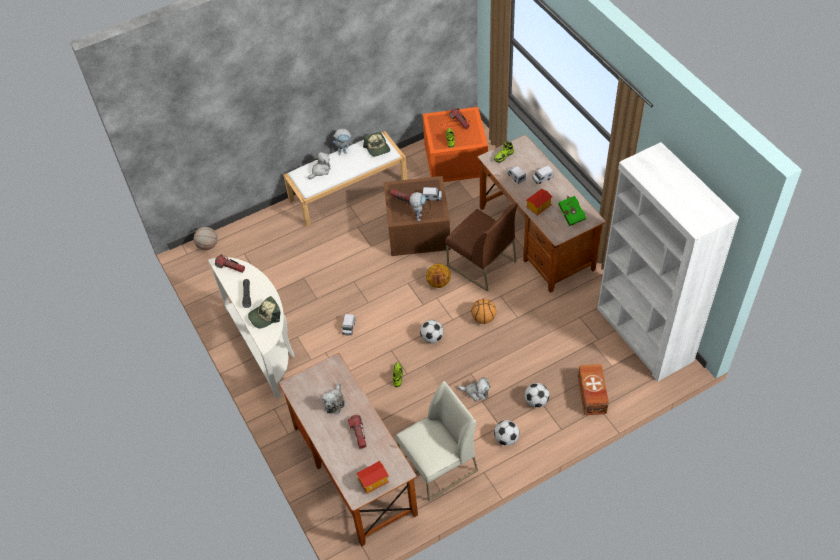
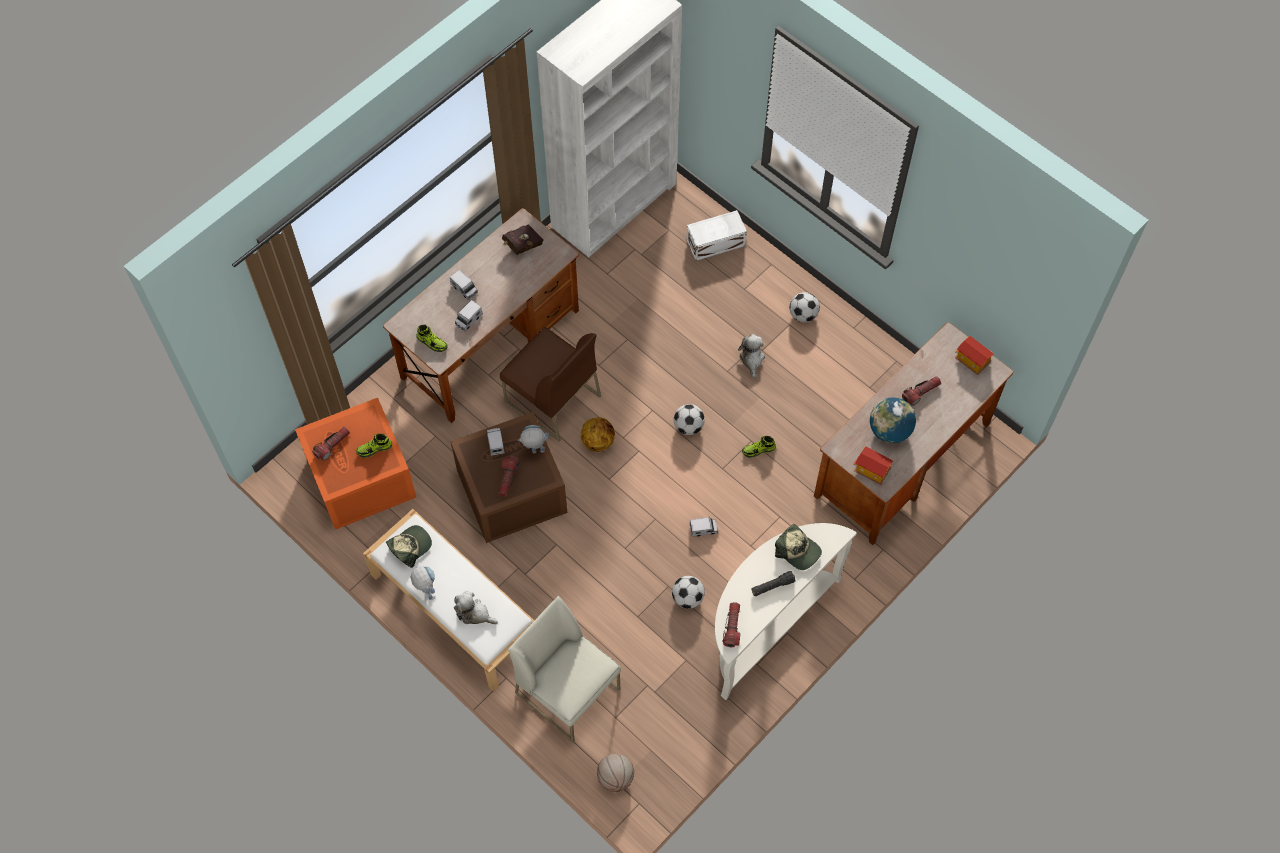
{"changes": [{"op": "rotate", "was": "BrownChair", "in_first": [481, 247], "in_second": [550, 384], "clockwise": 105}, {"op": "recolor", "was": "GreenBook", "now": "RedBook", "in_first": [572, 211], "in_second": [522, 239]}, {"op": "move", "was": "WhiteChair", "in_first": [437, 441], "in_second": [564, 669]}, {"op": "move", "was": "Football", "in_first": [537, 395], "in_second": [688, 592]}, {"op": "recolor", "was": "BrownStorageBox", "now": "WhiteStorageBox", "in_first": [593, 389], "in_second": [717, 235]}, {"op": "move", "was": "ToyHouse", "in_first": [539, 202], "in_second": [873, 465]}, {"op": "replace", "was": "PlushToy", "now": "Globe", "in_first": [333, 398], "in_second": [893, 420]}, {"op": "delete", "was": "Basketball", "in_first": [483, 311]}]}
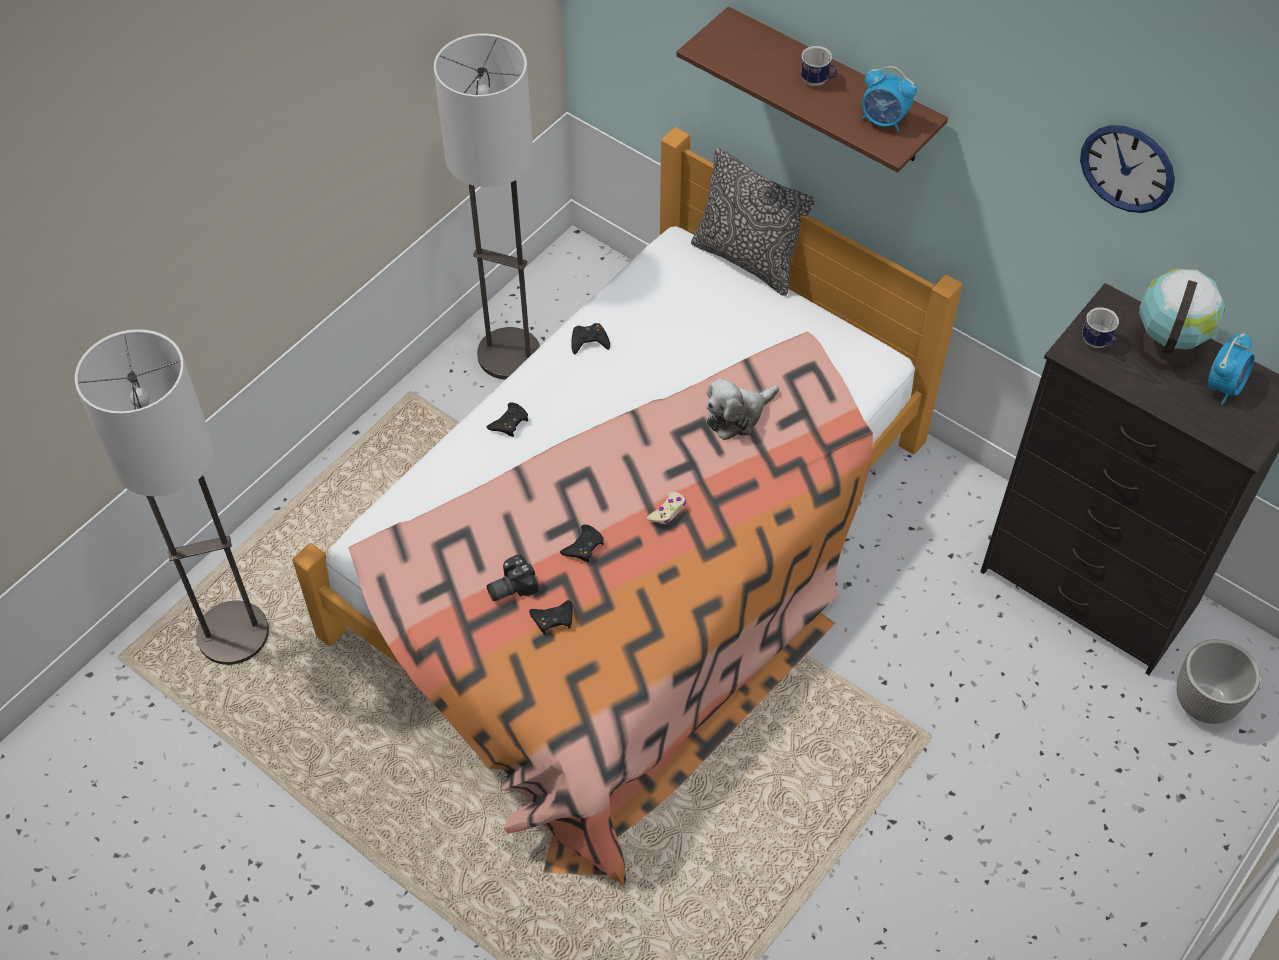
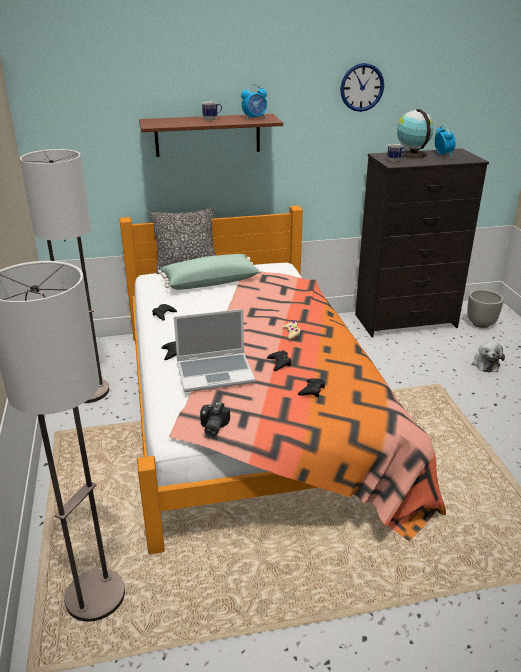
{"changes": [{"op": "insert", "now": "GreenPillow", "in_second": [210, 272]}, {"op": "insert", "now": "Laptop", "in_second": [214, 350]}, {"op": "move", "was": "PhotoCamera", "in_first": [512, 578], "in_second": [215, 419]}, {"op": "move", "was": "PlushToy", "in_first": [742, 409], "in_second": [488, 357]}]}
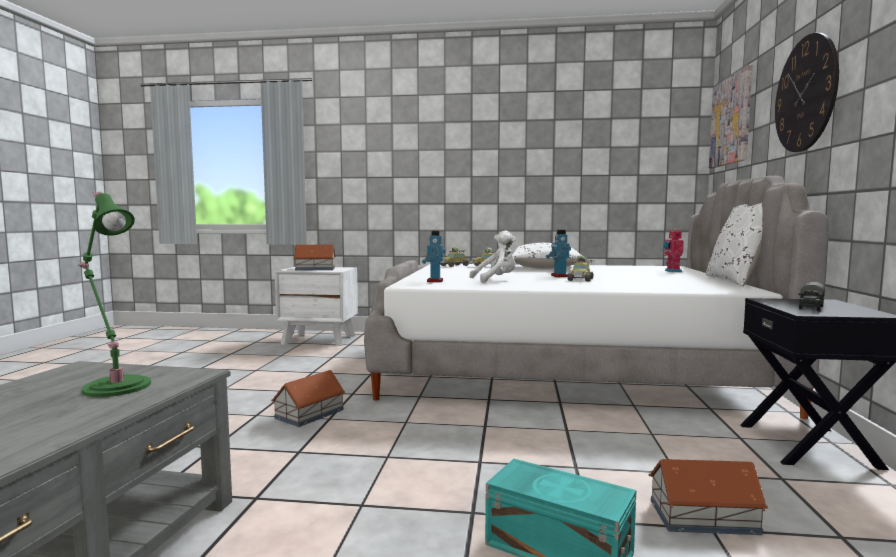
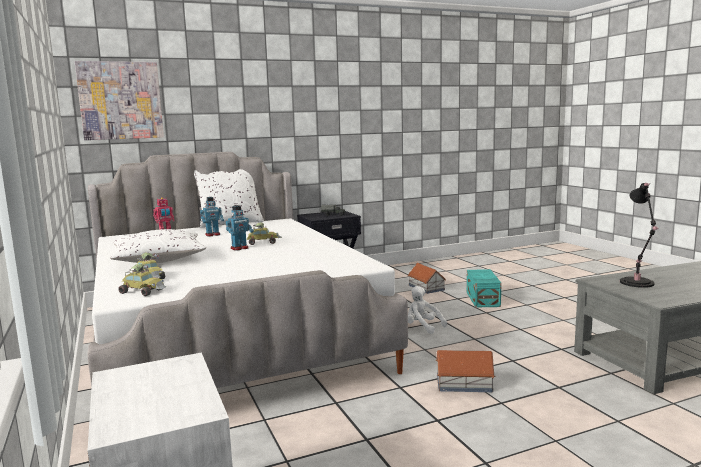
{"changes": [{"op": "move", "was": "ToyRobot", "in_first": [434, 256], "in_second": [212, 217]}, {"op": "move", "was": "WhitePlushToy", "in_first": [492, 257], "in_second": [427, 310]}, {"op": "recolor", "was": "GreenTableLamp", "now": "BlackTableLamp", "in_first": [115, 294], "in_second": [639, 235]}, {"op": "delete", "was": "ToyHouse", "in_first": [315, 258]}, {"op": "delete", "was": "WallClock", "in_first": [807, 92]}]}
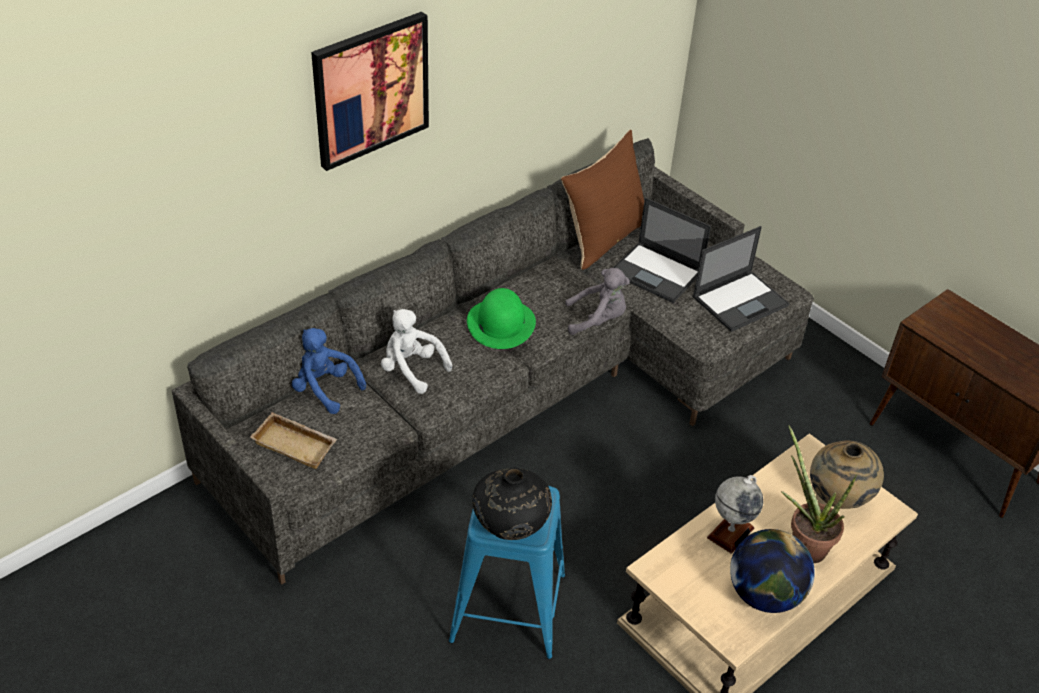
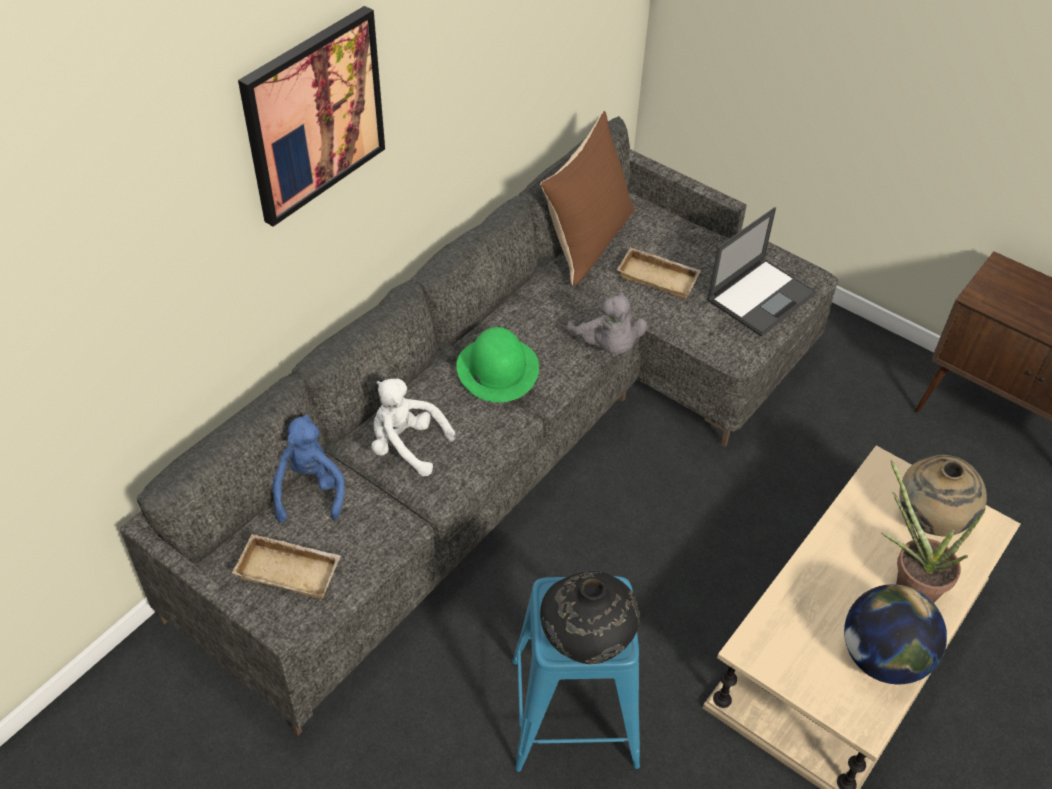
{"changes": [{"op": "rotate", "was": "BluePlushToy", "in_first": [329, 371], "in_second": [308, 469], "clockwise": 60}, {"op": "rotate", "was": "GreyPlushToy", "in_first": [597, 301], "in_second": [607, 323], "clockwise": 75}, {"op": "replace", "was": "Laptop", "now": "BeigeTray", "in_first": [662, 250], "in_second": [659, 273]}, {"op": "delete", "was": "Globe", "in_first": [735, 514]}]}
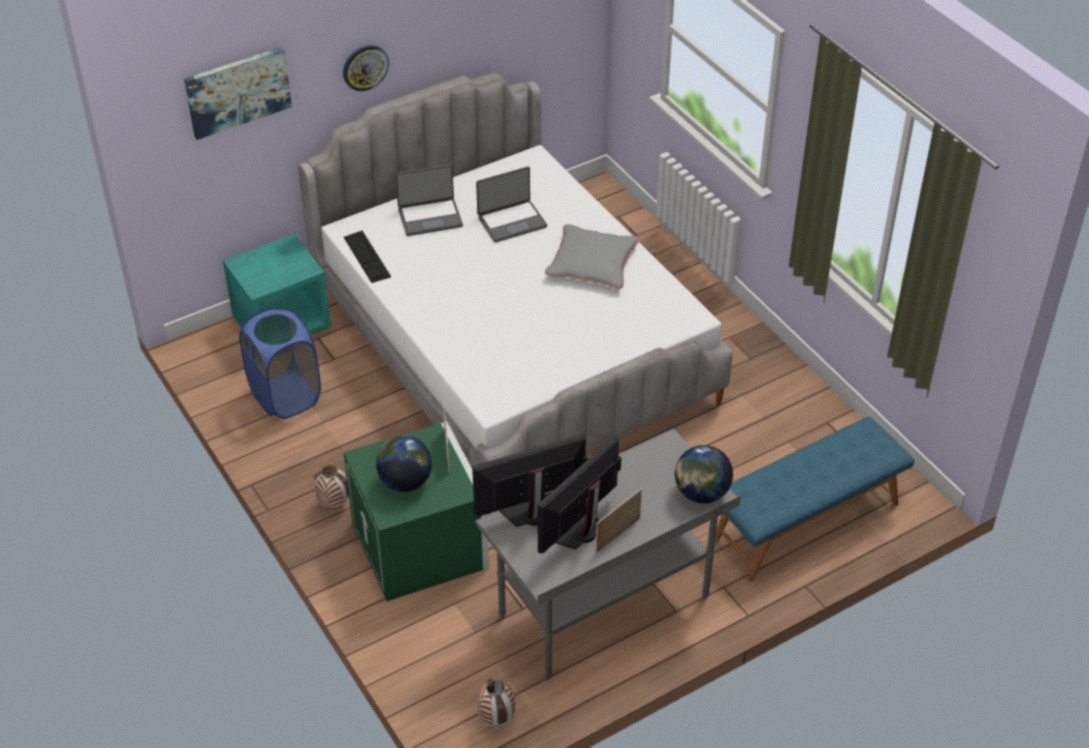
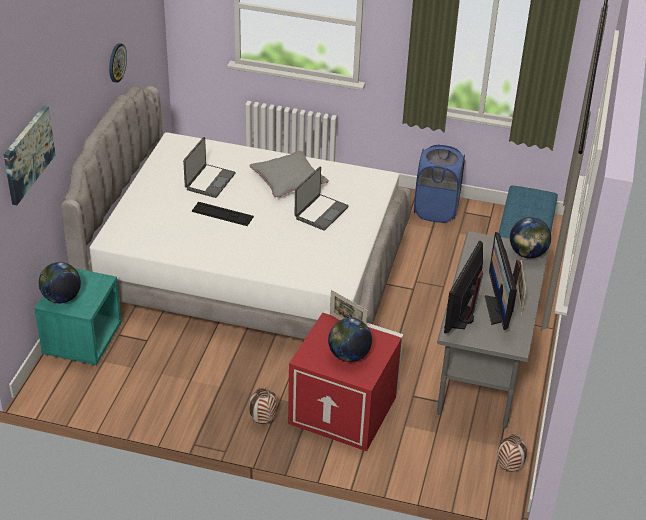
{"changes": [{"op": "insert", "now": "Globe", "in_second": [60, 282]}, {"op": "move", "was": "WallClock", "in_first": [366, 68], "in_second": [118, 63]}, {"op": "move", "was": "Keyboard", "in_first": [367, 257], "in_second": [222, 214]}, {"op": "recolor", "was": "GreenStorageBox", "now": "RedStorageBox", "in_first": [416, 511], "in_second": [346, 380]}, {"op": "move", "was": "Laptop", "in_first": [429, 200], "in_second": [322, 199]}, {"op": "move", "was": "BlueLaundryBasket", "in_first": [280, 363], "in_second": [439, 184]}]}
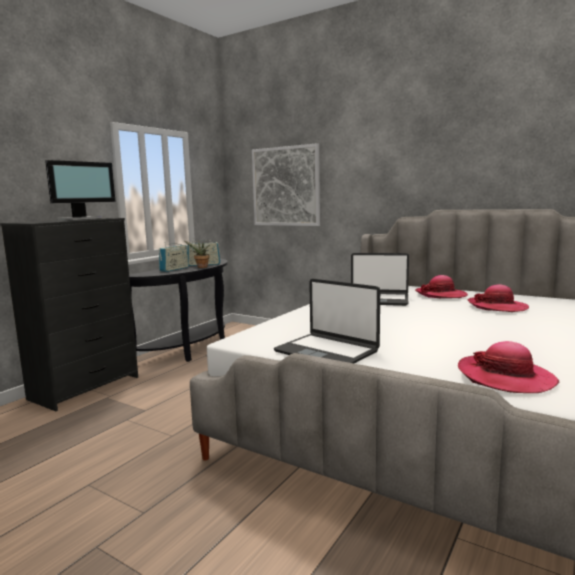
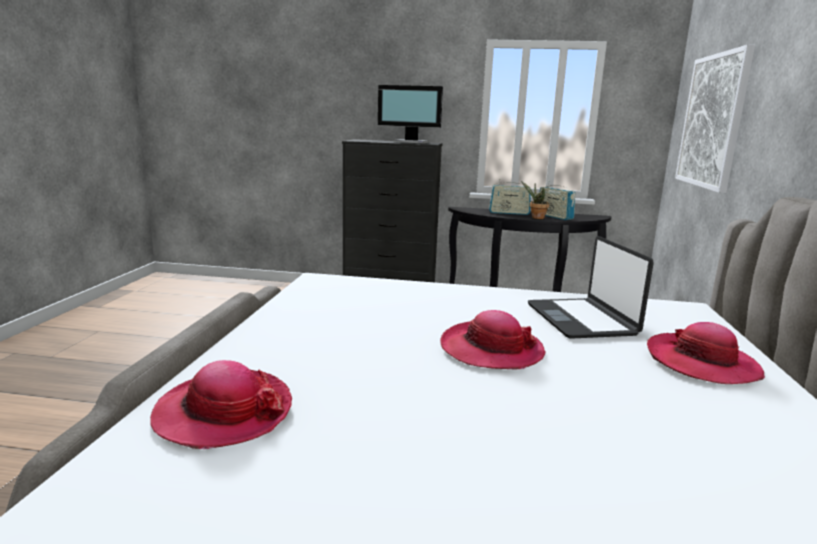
{"changes": [{"op": "move", "was": "Hat", "in_first": [498, 298], "in_second": [493, 340]}, {"op": "delete", "was": "Laptop", "in_first": [327, 321]}]}
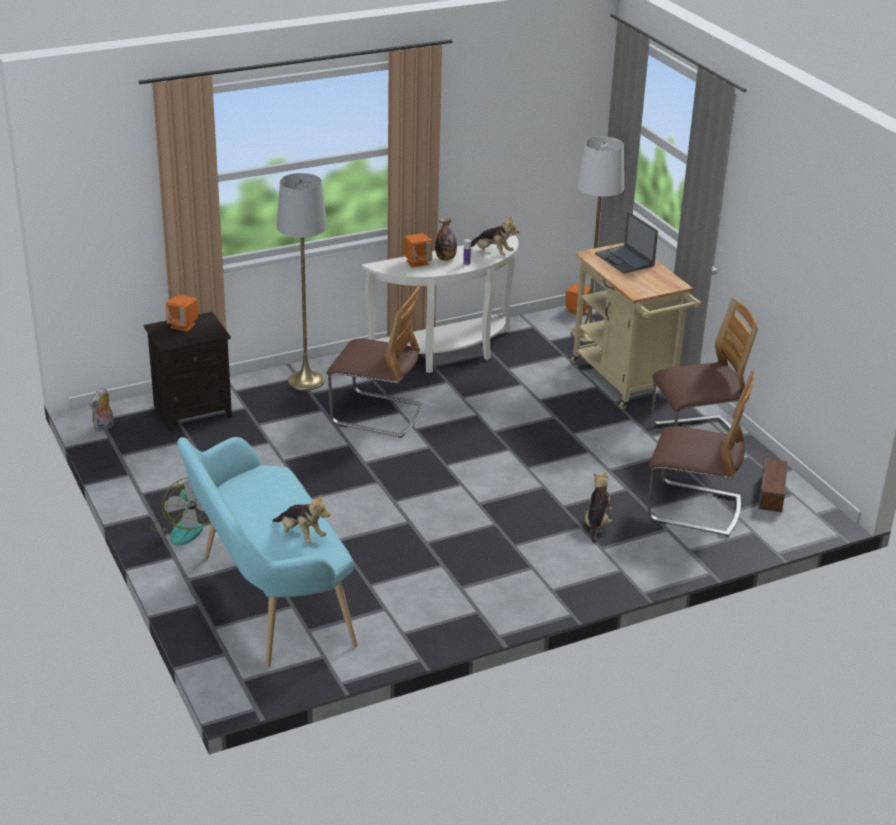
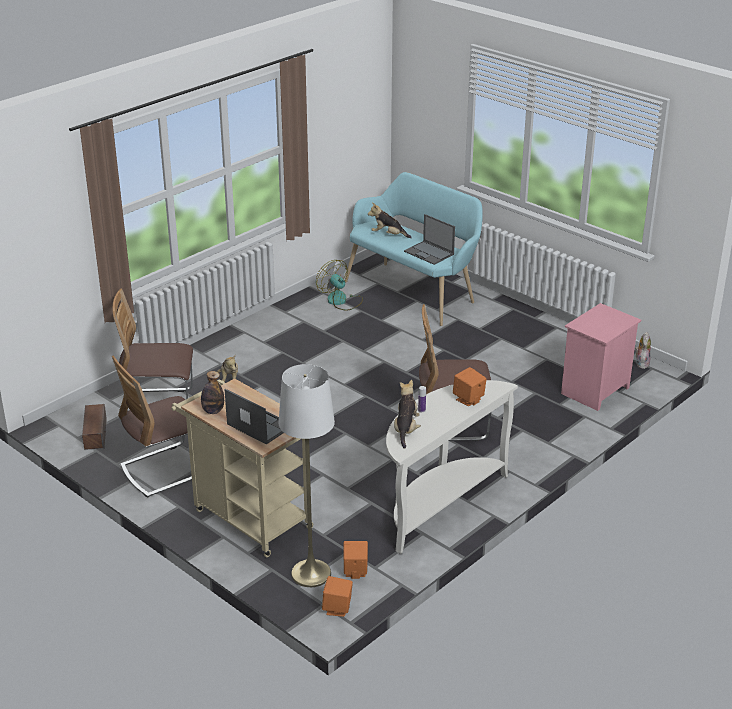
{"changes": [{"op": "move", "was": "Bottle", "in_first": [446, 239], "in_second": [212, 392]}, {"op": "move", "was": "Fan", "in_first": [180, 511], "in_second": [339, 285]}, {"op": "move", "was": "OrangeSpeaker", "in_first": [182, 313], "in_second": [355, 560]}, {"op": "rotate", "was": "PlushToy", "in_first": [495, 235], "in_second": [407, 414], "clockwise": 90}, {"op": "insert", "now": "Laptop", "in_second": [429, 239]}, {"op": "recolor", "was": "BlackNightstand", "now": "PinkNightstand", "in_first": [188, 371], "in_second": [601, 357]}, {"op": "delete", "was": "GreyFloorLamp", "in_first": [302, 282]}]}
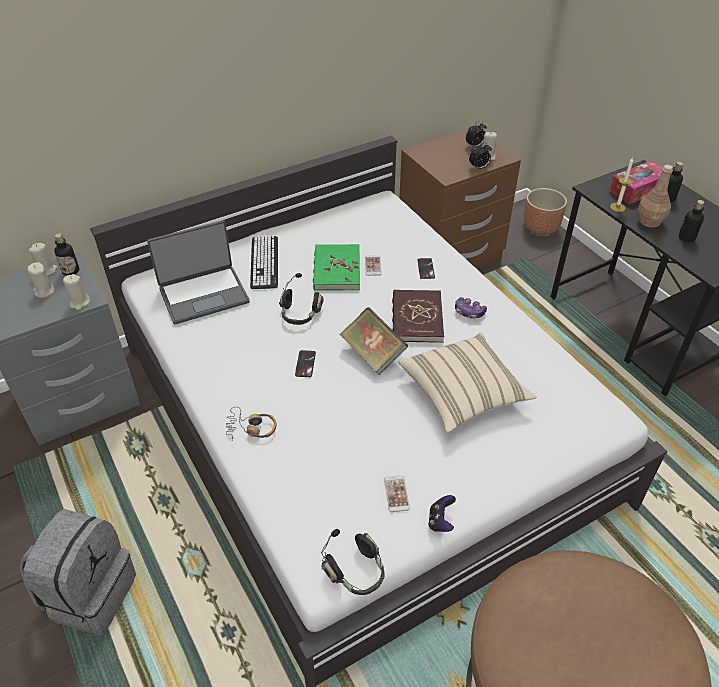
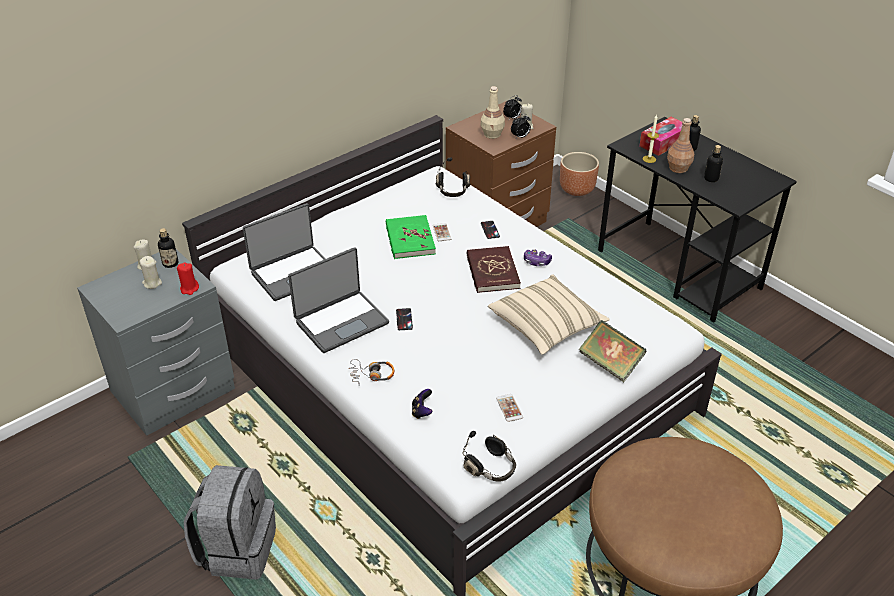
{"changes": [{"op": "recolor", "was": "BeigeCandle", "now": "RedCandle", "in_first": [76, 292], "in_second": [188, 278]}, {"op": "insert", "now": "Laptop", "in_second": [338, 300]}, {"op": "move", "was": "GameController", "in_first": [442, 513], "in_second": [422, 404]}, {"op": "move", "was": "BlackHeadphones", "in_first": [301, 299], "in_second": [453, 177]}, {"op": "insert", "now": "BeigeBottle", "in_second": [493, 112]}, {"op": "move", "was": "Book", "in_first": [374, 341], "in_second": [613, 351]}, {"op": "delete", "was": "Keyboard", "in_first": [264, 262]}]}
